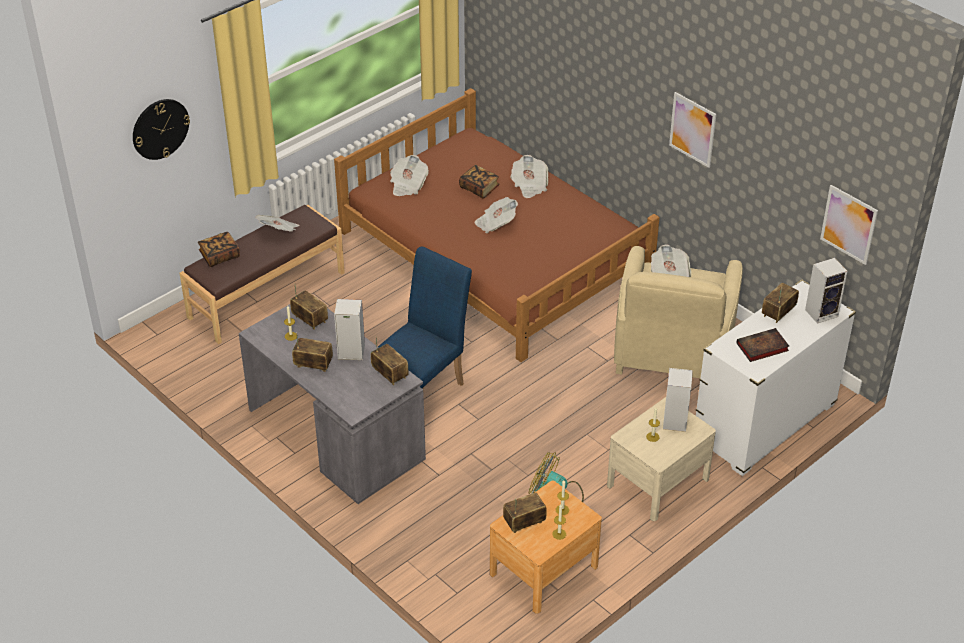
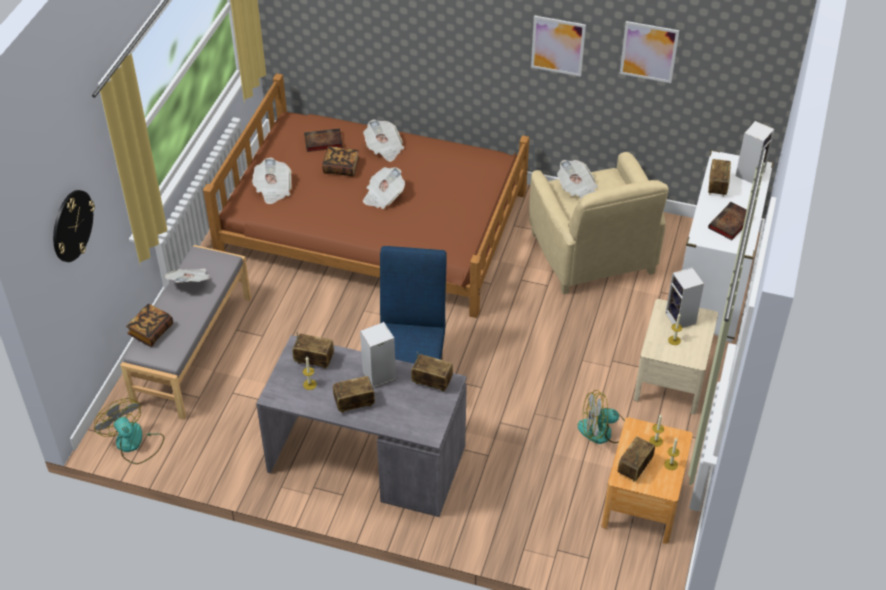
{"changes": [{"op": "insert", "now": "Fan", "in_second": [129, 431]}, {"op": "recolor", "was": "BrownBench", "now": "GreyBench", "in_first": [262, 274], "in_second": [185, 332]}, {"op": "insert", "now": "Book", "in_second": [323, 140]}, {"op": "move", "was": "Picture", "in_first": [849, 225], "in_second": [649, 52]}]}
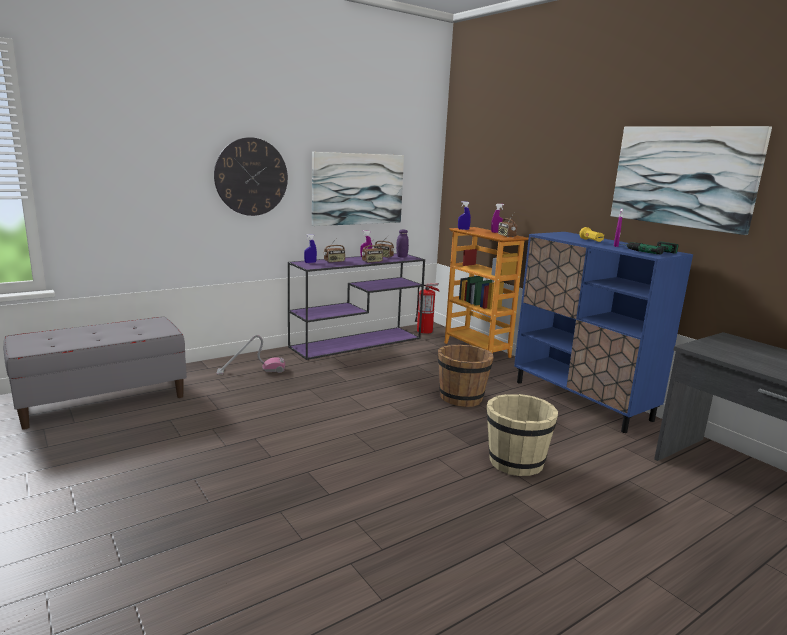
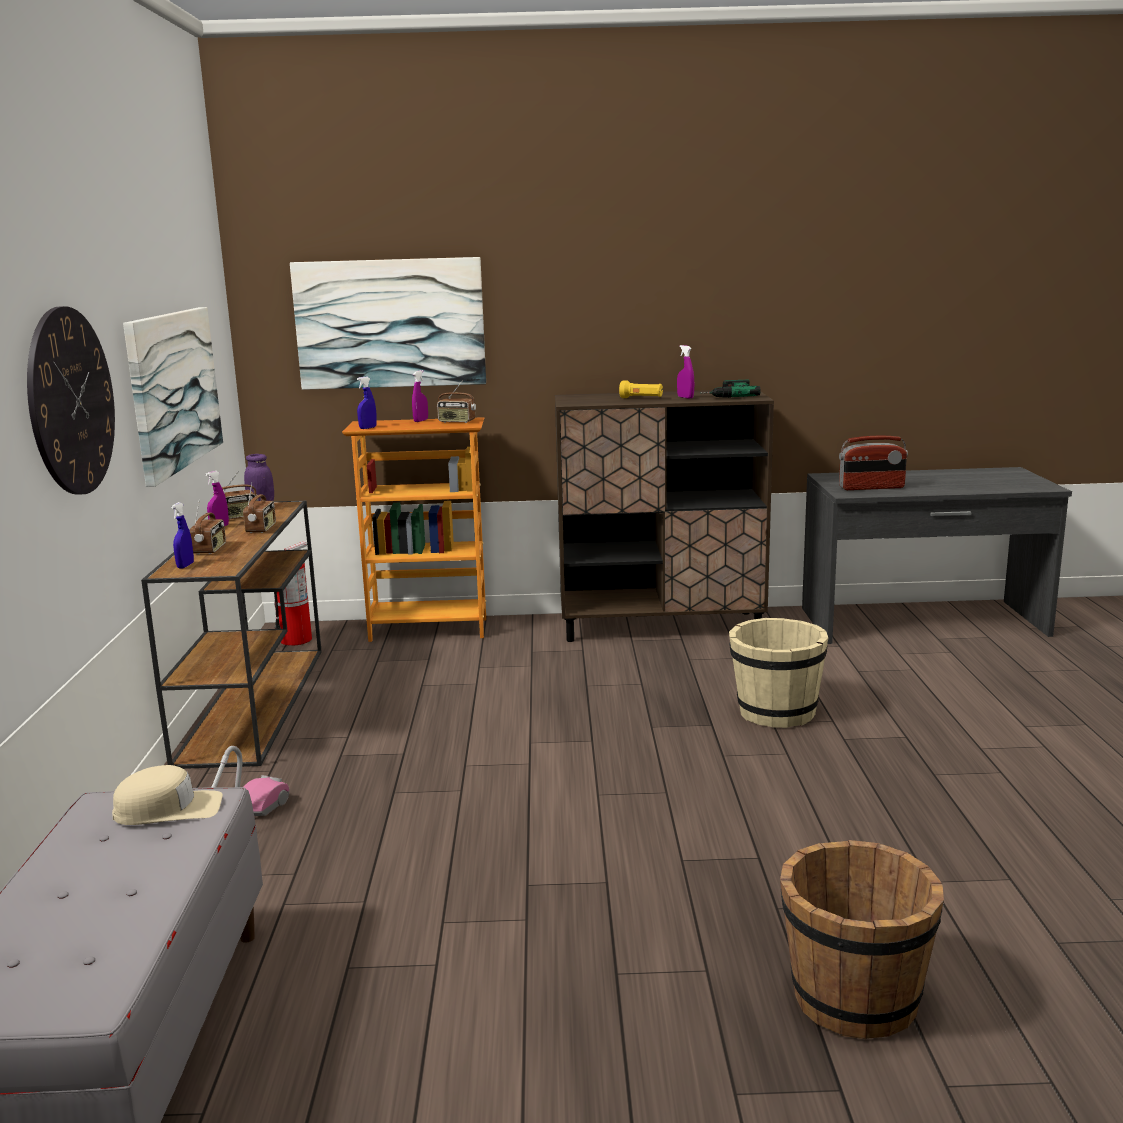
{"changes": [{"op": "insert", "now": "BeigeCap", "in_second": [167, 795]}, {"op": "recolor", "was": "PurpleConsoleTable", "now": "BrownConsoleTable", "in_first": [356, 306], "in_second": [231, 635]}, {"op": "move", "was": "Picture", "in_first": [691, 180], "in_second": [388, 323]}, {"op": "recolor", "was": "BlueCabinet", "now": "BrownCabinet", "in_first": [603, 332], "in_second": [664, 516]}, {"op": "move", "was": "BrownBucket", "in_first": [466, 376], "in_second": [862, 939]}, {"op": "insert", "now": "Radio", "in_second": [873, 463]}]}
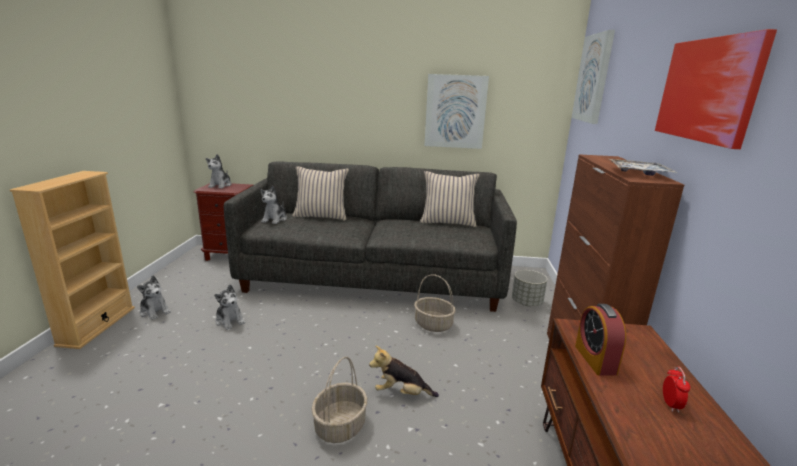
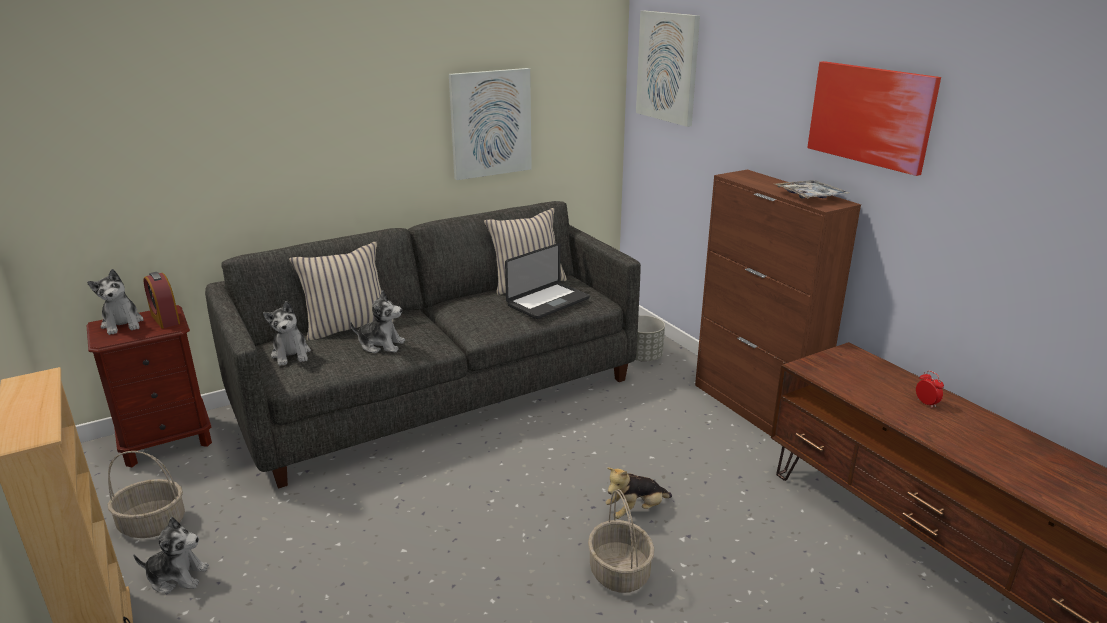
{"changes": [{"op": "move", "was": "Basket", "in_first": [435, 303], "in_second": [146, 494]}, {"op": "move", "was": "AlarmClock", "in_first": [600, 340], "in_second": [162, 300]}, {"op": "move", "was": "PlushToy", "in_first": [229, 307], "in_second": [377, 322]}, {"op": "insert", "now": "Laptop", "in_second": [547, 281]}]}
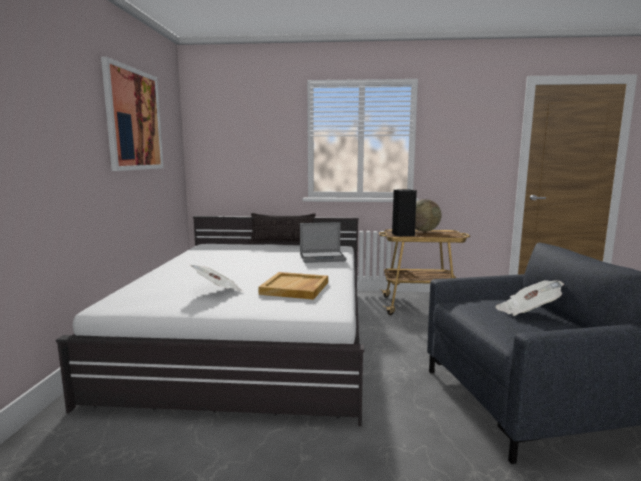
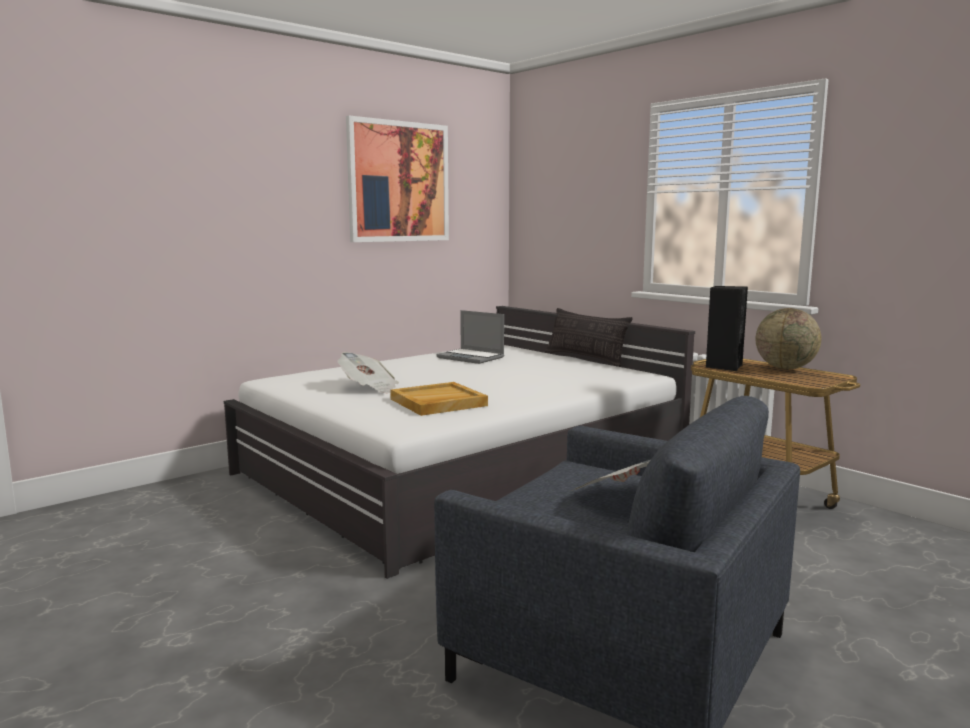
{"changes": [{"op": "move", "was": "Laptop", "in_first": [323, 242], "in_second": [470, 337]}]}
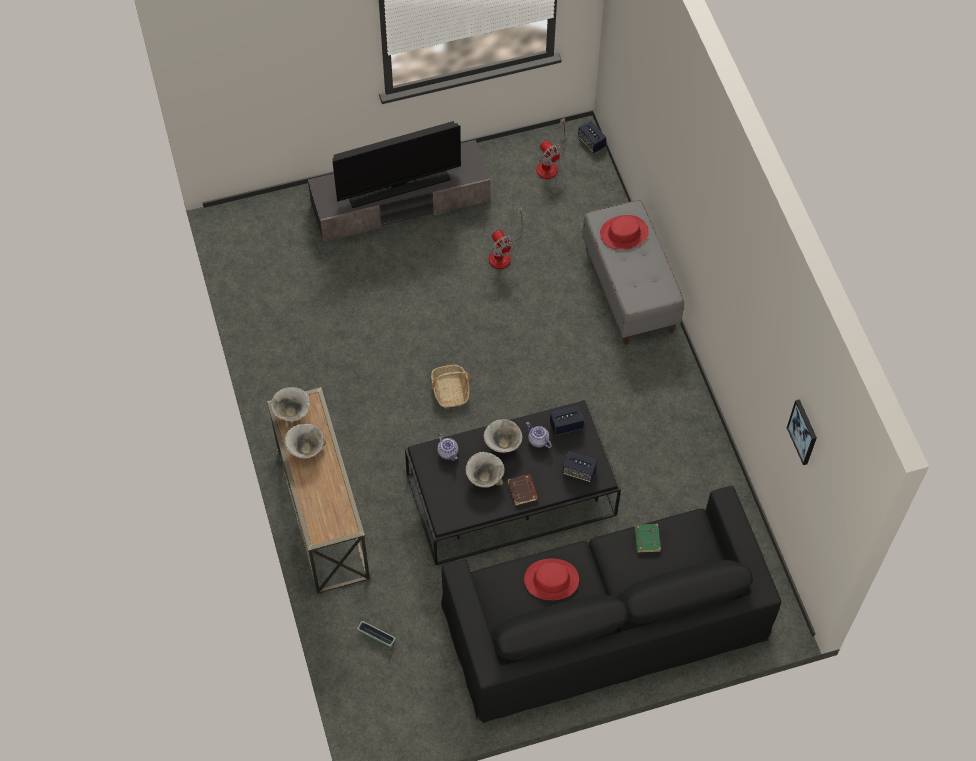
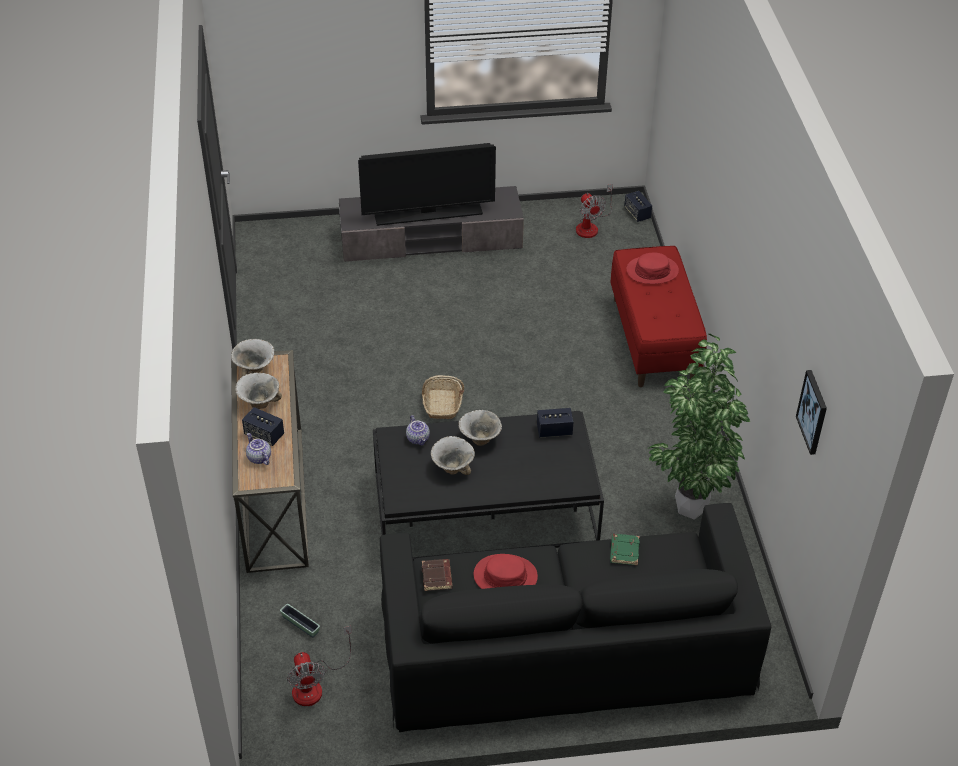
{"changes": [{"op": "move", "was": "Speaker", "in_first": [579, 467], "in_second": [263, 426]}, {"op": "move", "was": "Teapot", "in_first": [539, 435], "in_second": [258, 449]}, {"op": "move", "was": "Fan", "in_first": [506, 238], "in_second": [319, 666]}, {"op": "move", "was": "BrownBook", "in_first": [523, 490], "in_second": [437, 575]}, {"op": "recolor", "was": "GreyBench", "now": "RedBench", "in_first": [633, 272], "in_second": [658, 316]}, {"op": "insert", "now": "PottedPlant", "in_second": [698, 427]}]}
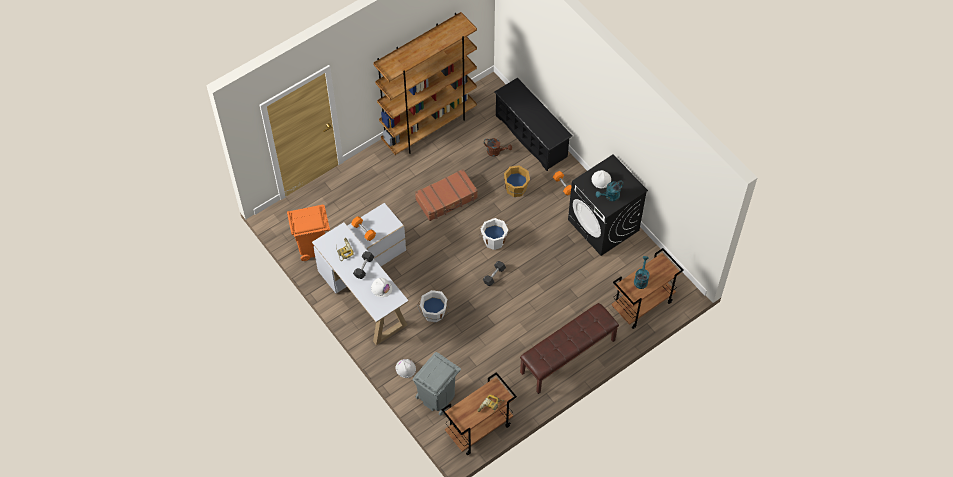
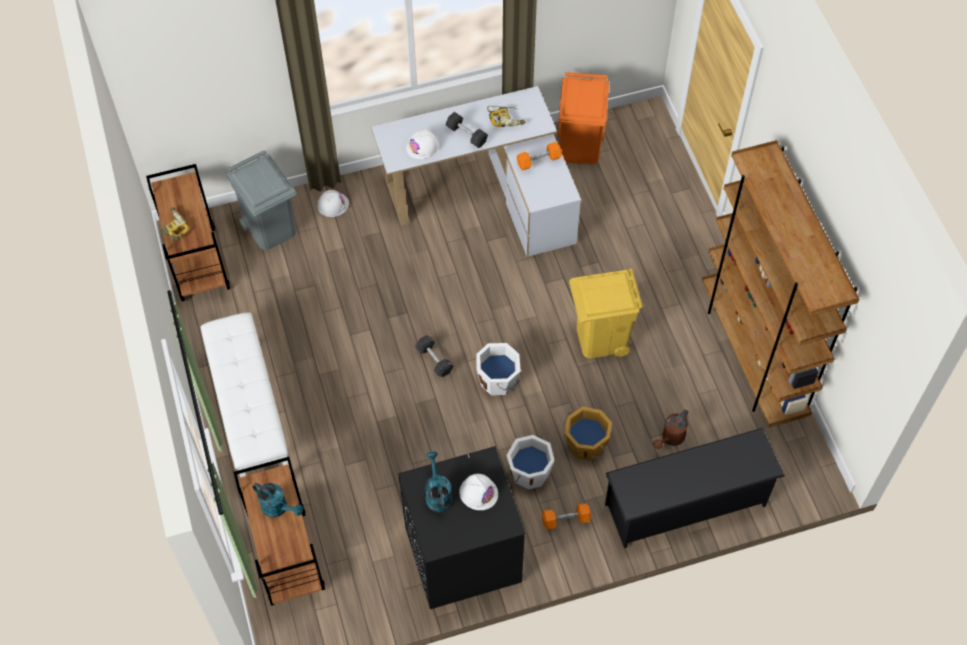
{"changes": [{"op": "recolor", "was": "BrownBench", "now": "WhiteBench", "in_first": [569, 348], "in_second": [246, 395]}, {"op": "move", "was": "WhiteBucket", "in_first": [433, 306], "in_second": [531, 462]}, {"op": "replace", "was": "BrownSuitcase", "now": "YellowTrashCan", "in_first": [446, 195], "in_second": [606, 313]}]}
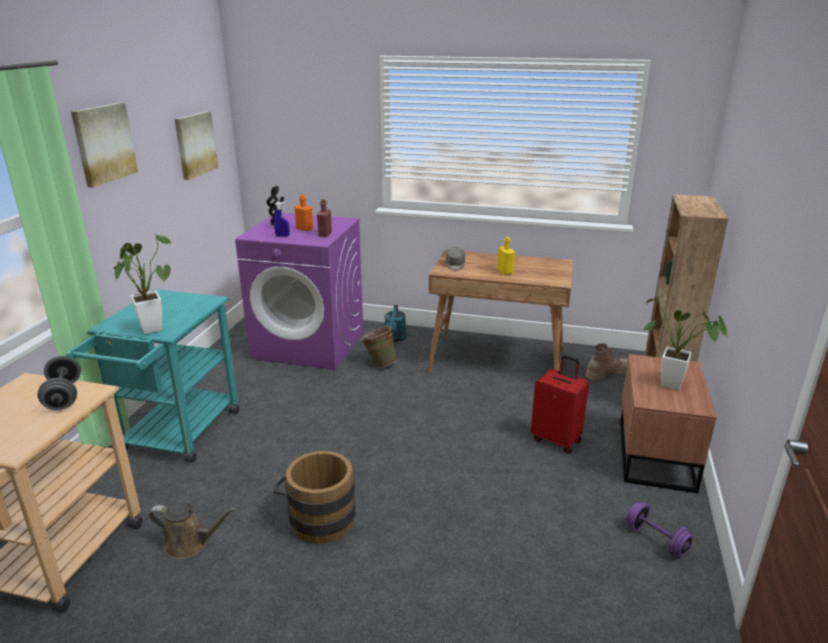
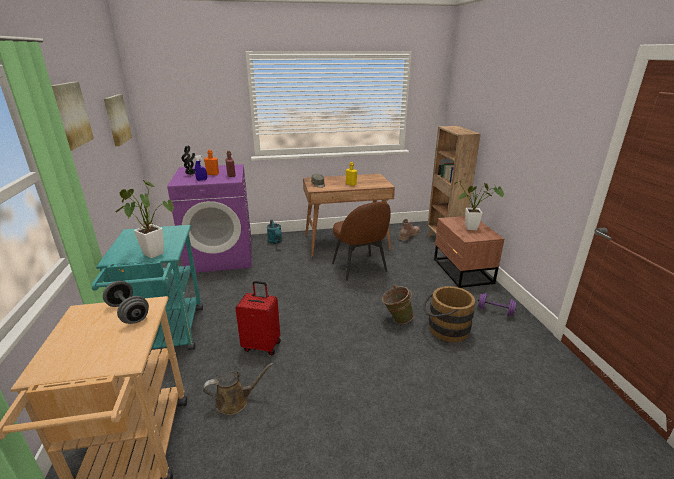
{"changes": [{"op": "move", "was": "RedSuitcase", "in_first": [560, 404], "in_second": [258, 318]}, {"op": "insert", "now": "BrownChair", "in_second": [361, 241]}, {"op": "move", "was": "GreenBucket", "in_first": [379, 346], "in_second": [398, 305]}, {"op": "move", "was": "BrownBucket", "in_first": [314, 497], "in_second": [449, 314]}]}
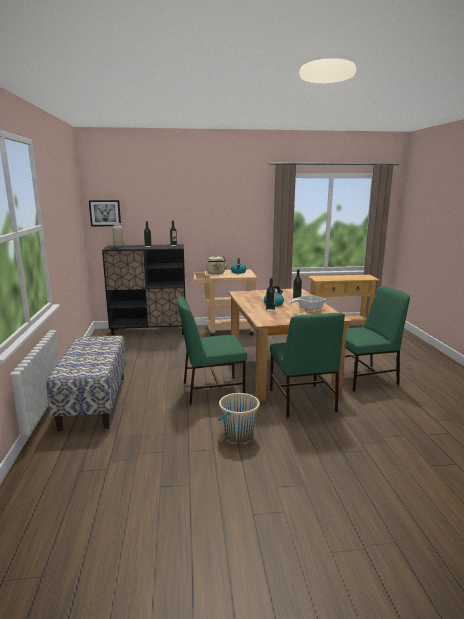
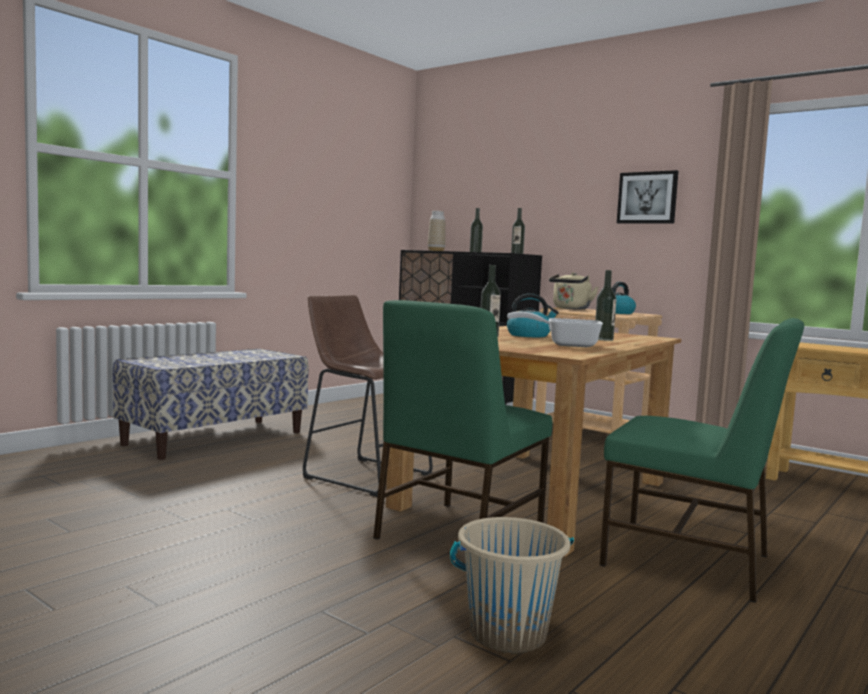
{"changes": [{"op": "replace", "was": "GreenChair", "now": "BrownStool", "in_first": [212, 350], "in_second": [368, 396]}, {"op": "move", "was": "BeigeBucket", "in_first": [239, 418], "in_second": [512, 585]}, {"op": "move", "was": "Picture", "in_first": [105, 213], "in_second": [647, 197]}]}
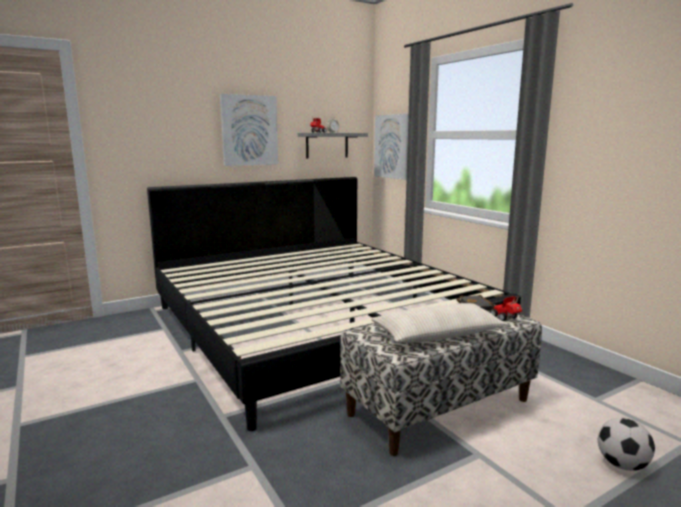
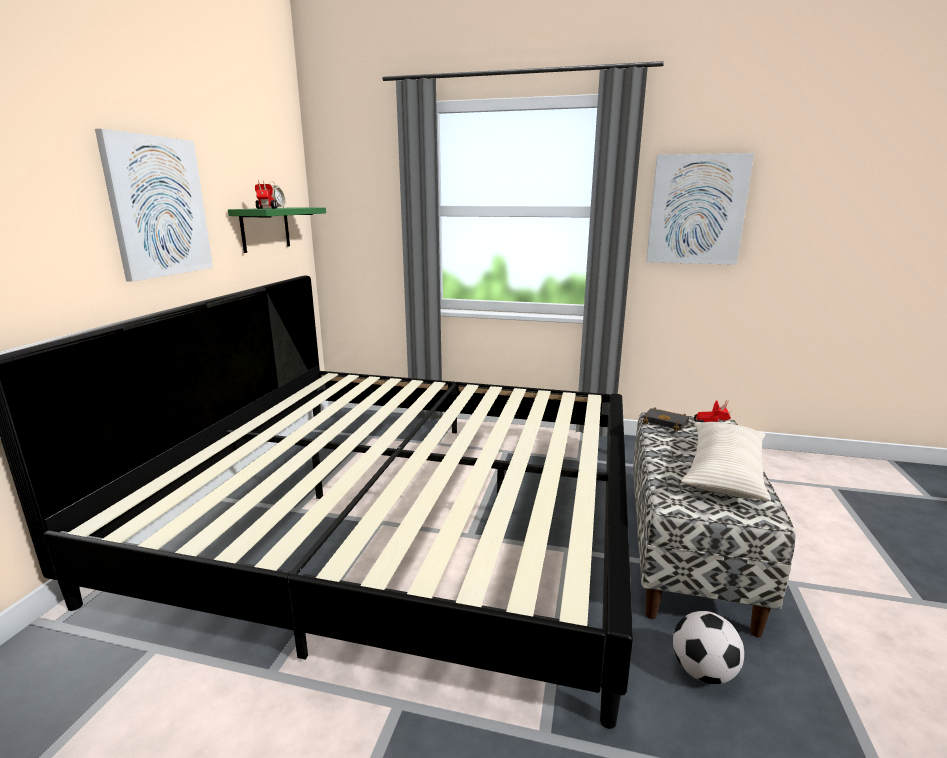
{"changes": [{"op": "recolor", "was": "GreyShelf", "now": "GreenShelf", "in_first": [333, 145], "in_second": [277, 230]}, {"op": "move", "was": "Picture", "in_first": [391, 147], "in_second": [700, 209]}, {"op": "move", "was": "Football", "in_first": [626, 444], "in_second": [708, 647]}]}
